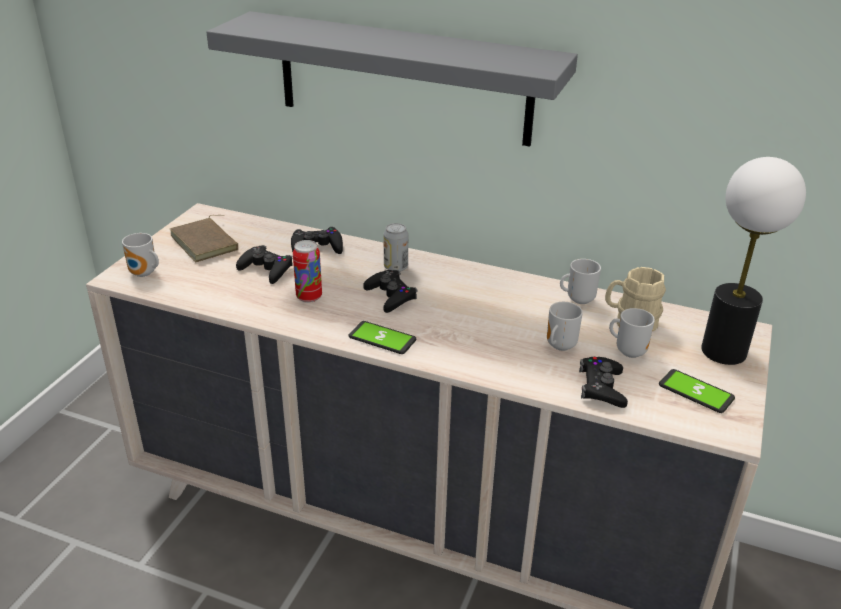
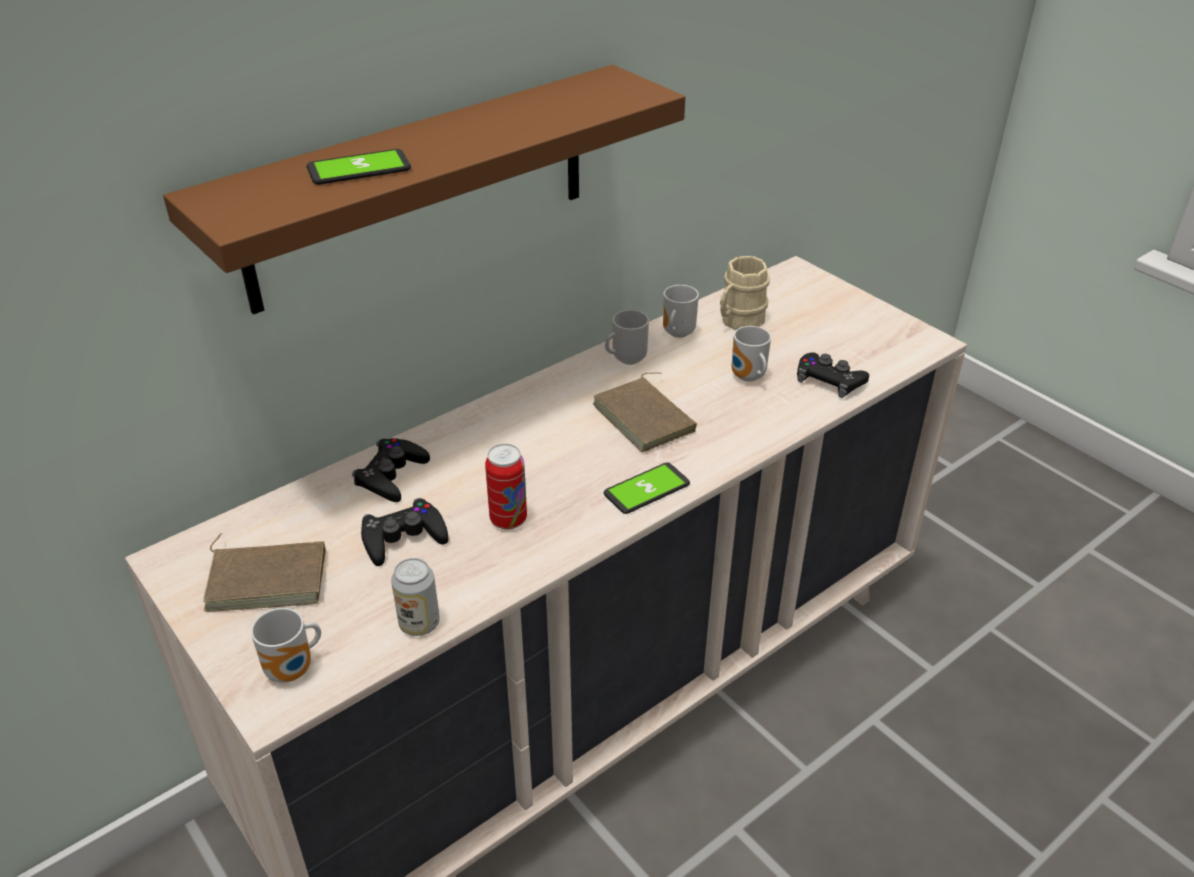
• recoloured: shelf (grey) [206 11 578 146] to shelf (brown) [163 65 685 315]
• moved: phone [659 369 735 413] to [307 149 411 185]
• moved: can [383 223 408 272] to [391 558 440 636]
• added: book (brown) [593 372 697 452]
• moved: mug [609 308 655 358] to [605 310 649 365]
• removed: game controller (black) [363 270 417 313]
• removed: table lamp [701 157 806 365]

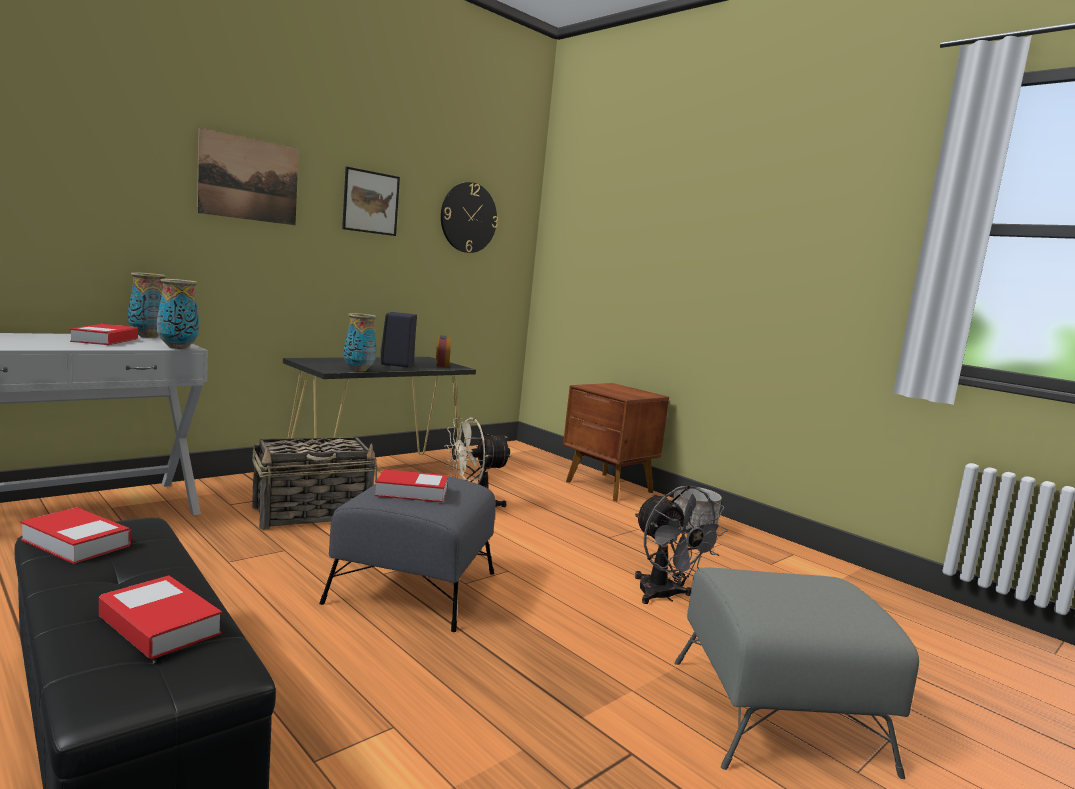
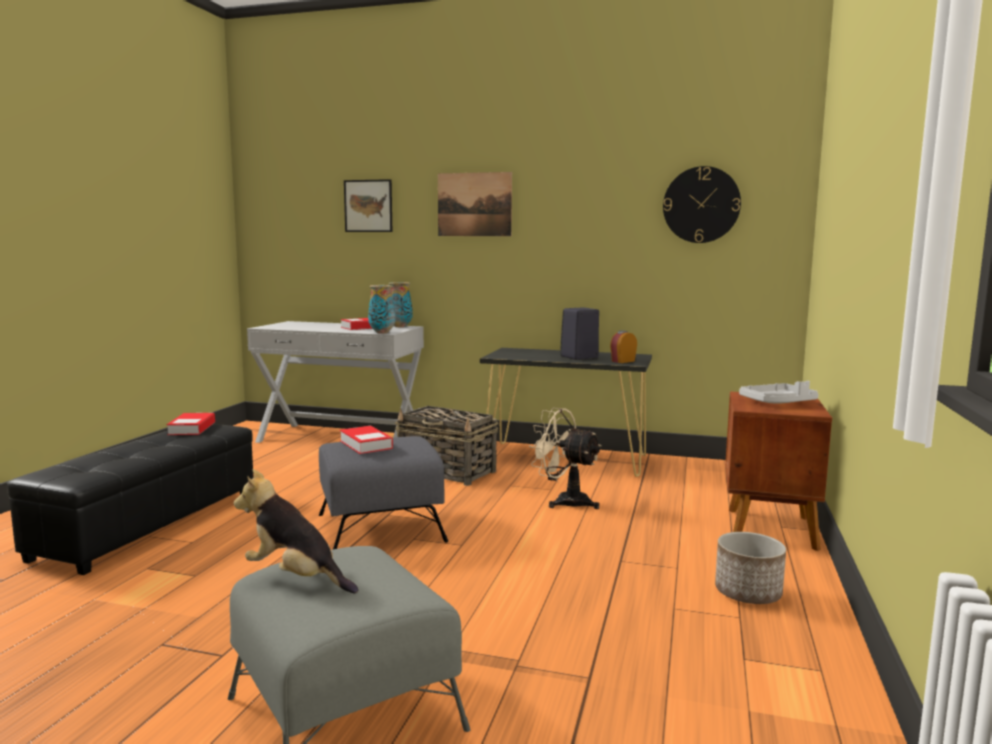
• added: plush toy [234 469 358 594]
• moved: picture [342 167 400 236] to [344 179 392 232]
• added: tray (grey) [739 381 819 404]
• removed: book [99 575 222 659]
• removed: vase [344 313 377 371]
• removed: fan (grey) [635 485 728 604]

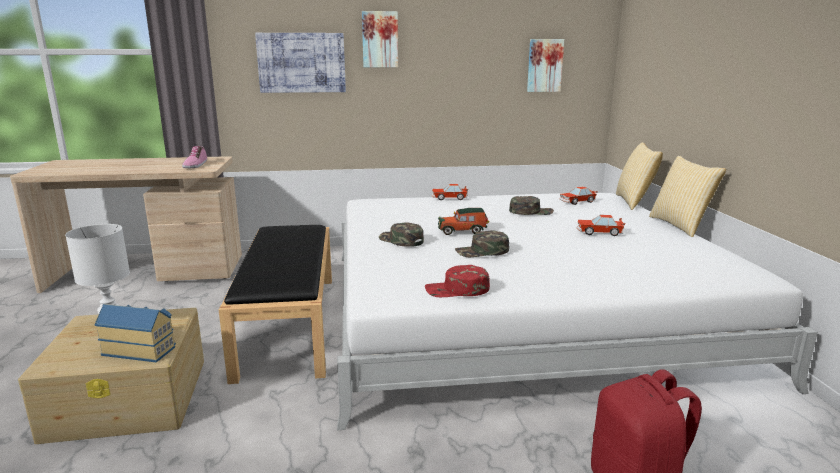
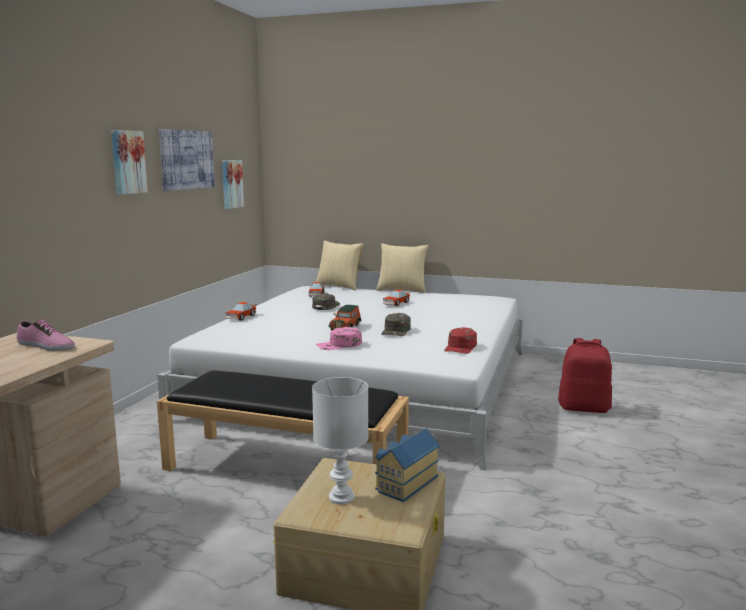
• moved: picture [255 33 346 93] to [159 129 215 191]
• recoloured: cap (green) [379 222 424 247] to cap (pink) [316 327 362 350]

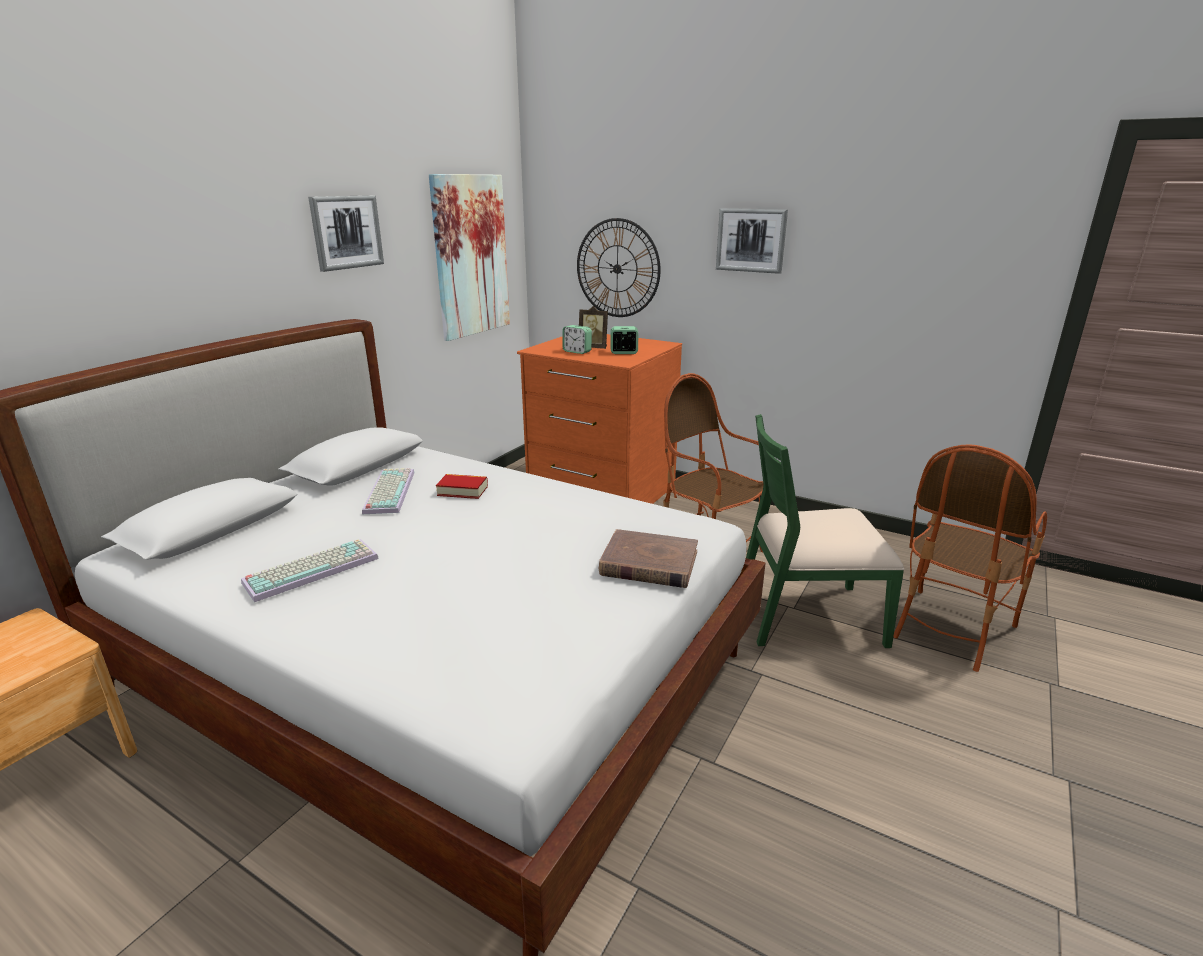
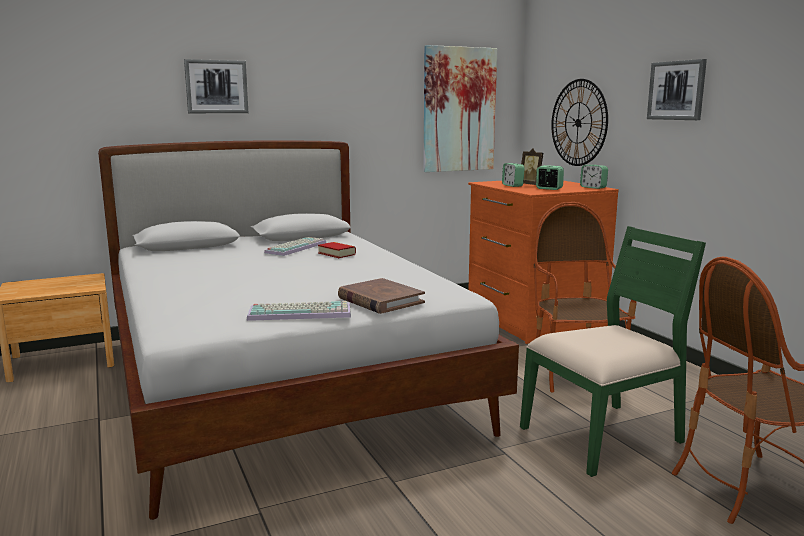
• moved: picture [308 195 384 272] to [184 59 248 113]
• moved: keyboard [241 539 379 602] to [247 301 351 321]
• turned: chair (green) [746 414 905 648] = [520 226 706 477] 120 degrees clockwise
• added: alarm clock [580 165 608 189]

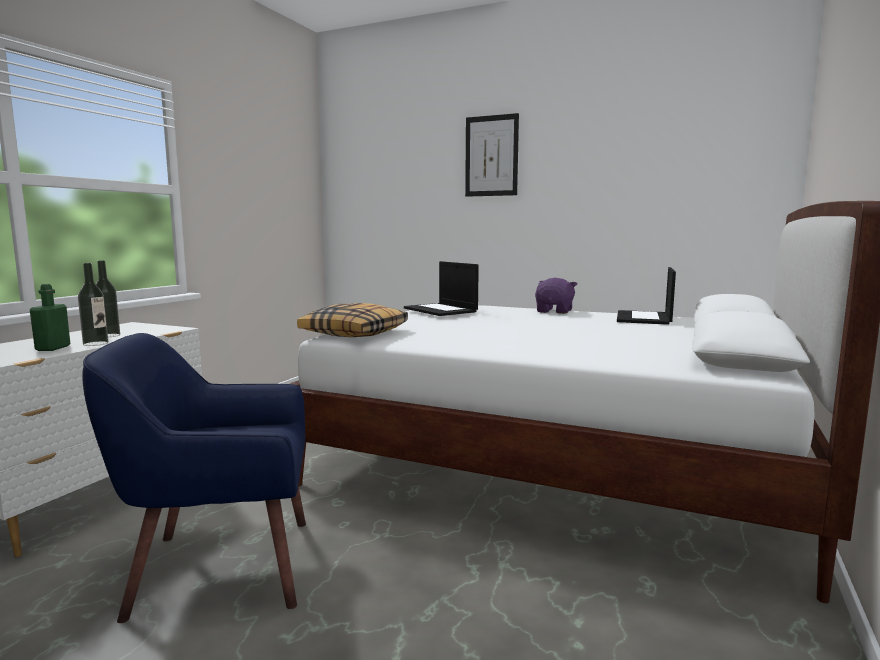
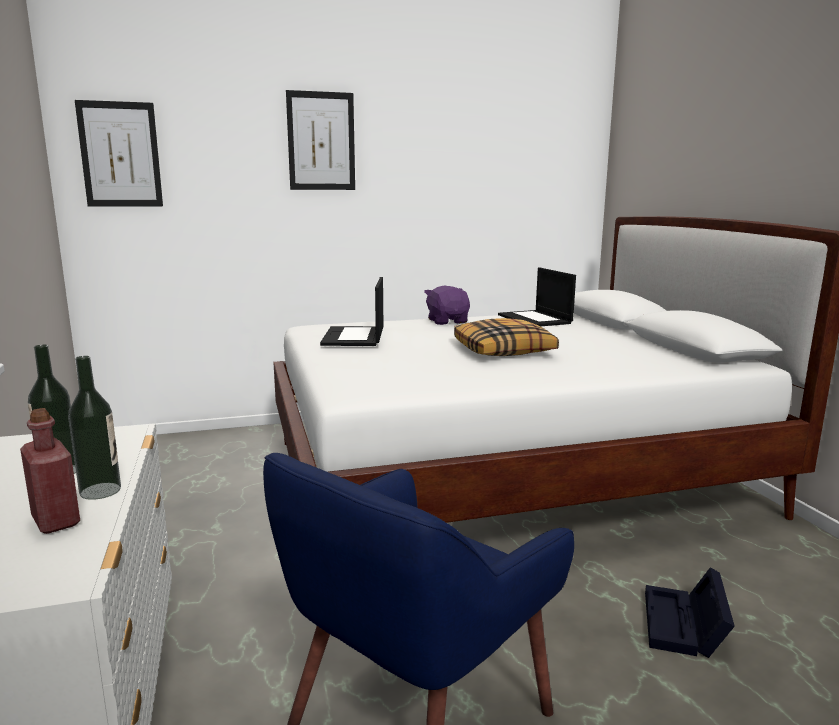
• recoloured: bottle (green) [30 284 70 351] to bottle (red) [20 408 80 534]
• added: picture [75 100 163 207]
• turned: laptop [404 261 479 316] = [320 277 383 346] 75 degrees clockwise
• moved: pillow [297 303 408 337] to [454 318 559 356]
• added: storage box (black) [645 567 735 658]

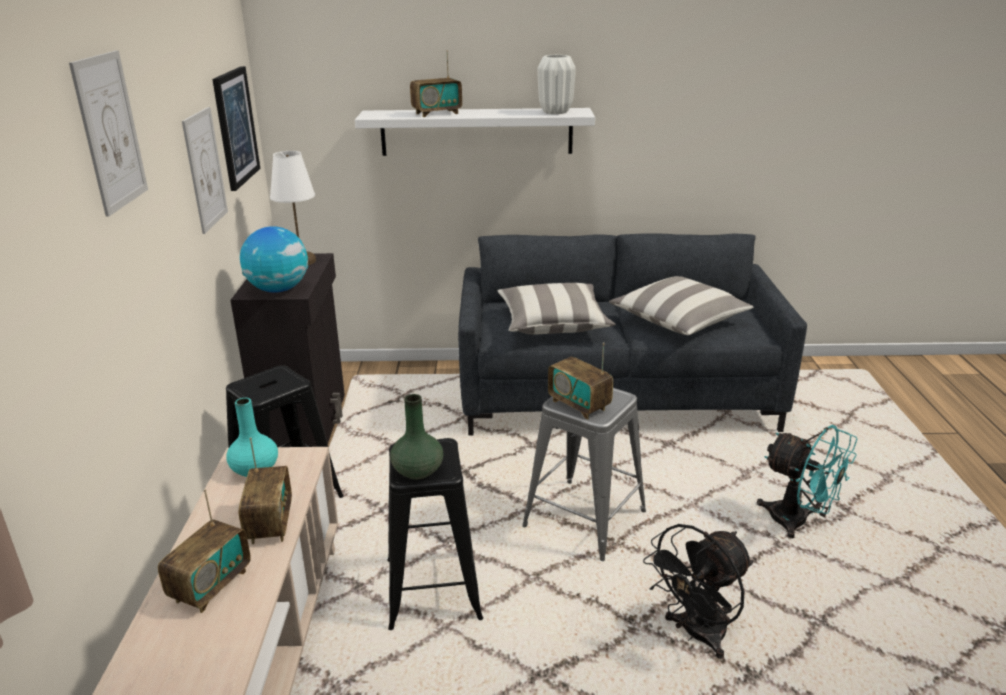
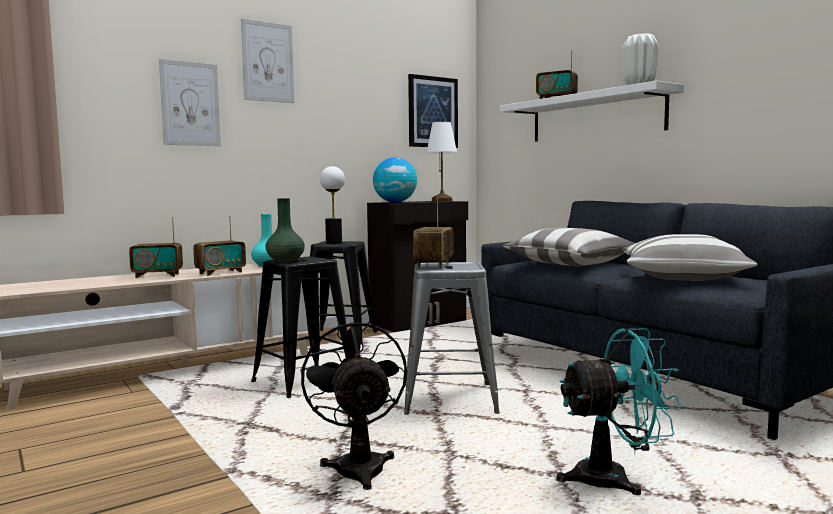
• moved: picture [182 107 228 234] to [159 59 221 146]
• turned: fan (black) [643 524 753 659] = [300 321 407 490] 60 degrees clockwise
• added: table lamp [320 166 345 244]
• turned: fan (turquoise) [757 425 857 538] = [556 328 682 495] 105 degrees counterclockwise

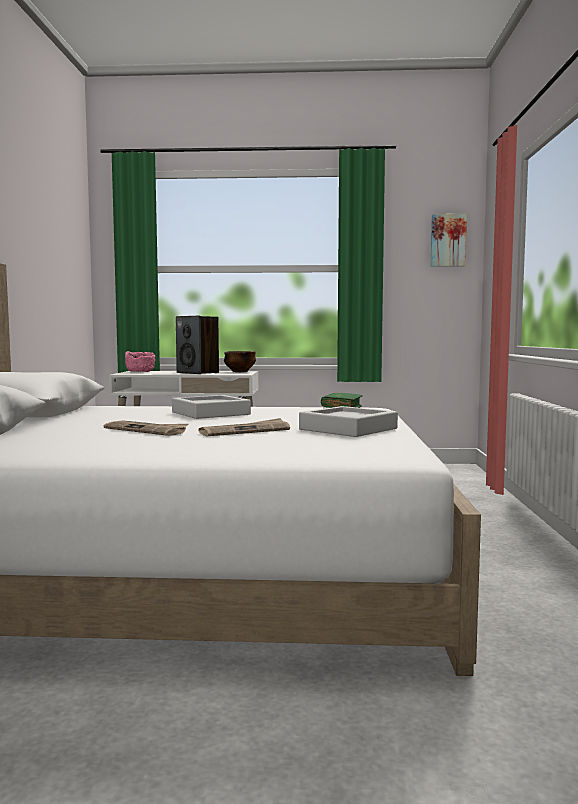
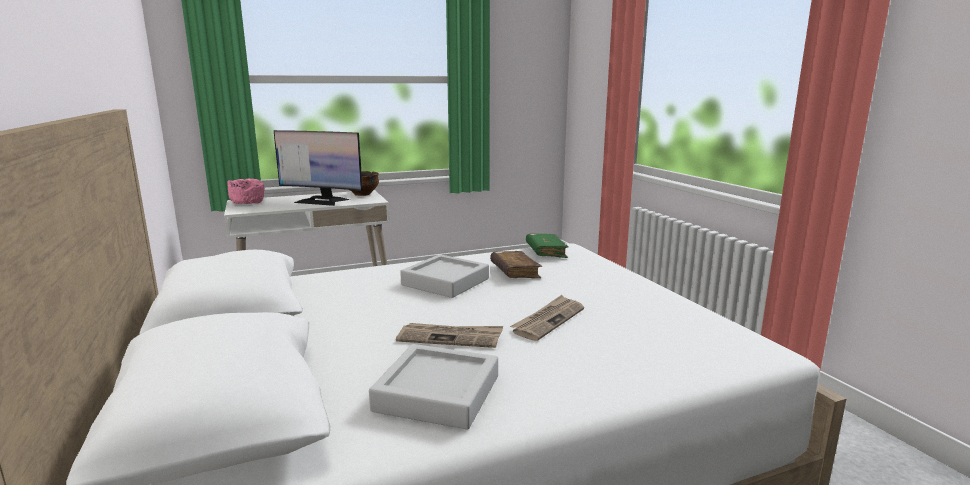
• replaced: speaker [176 316 219 374] to monitor [274 130 363 206]
• moved: tray (grey) [299 406 398 437] to [369 344 498 430]
• added: book (brown) [490 251 542 279]
• removed: picture [431 214 467 267]

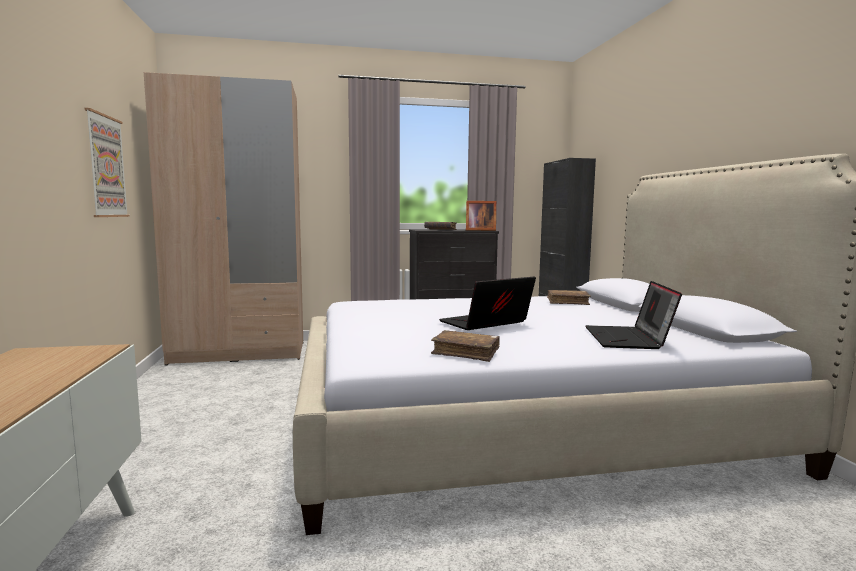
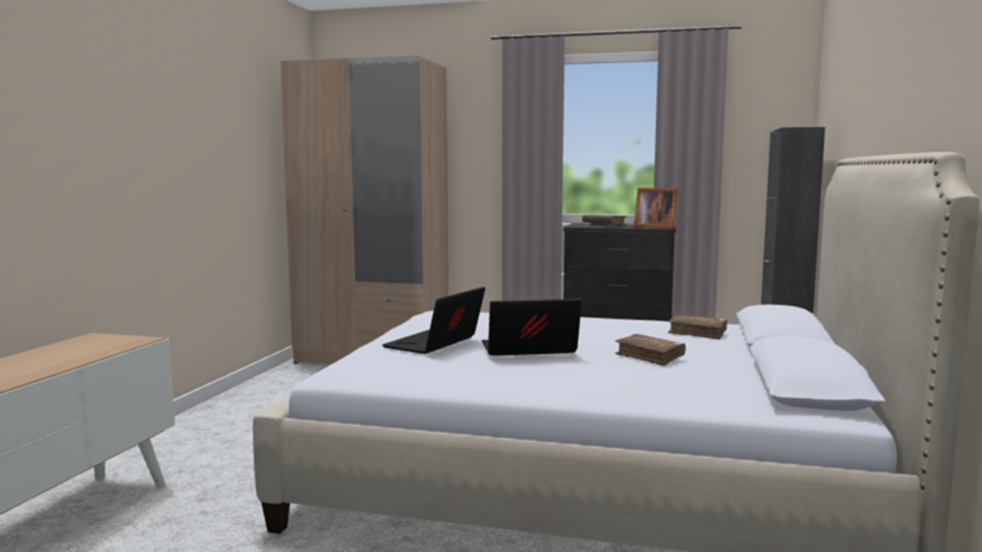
• moved: laptop [585 281 682 349] to [382 287 485 354]
• moved: book (brown) [431 330 500 362] to [615 334 686 366]
• removed: picture [85 108 130 217]

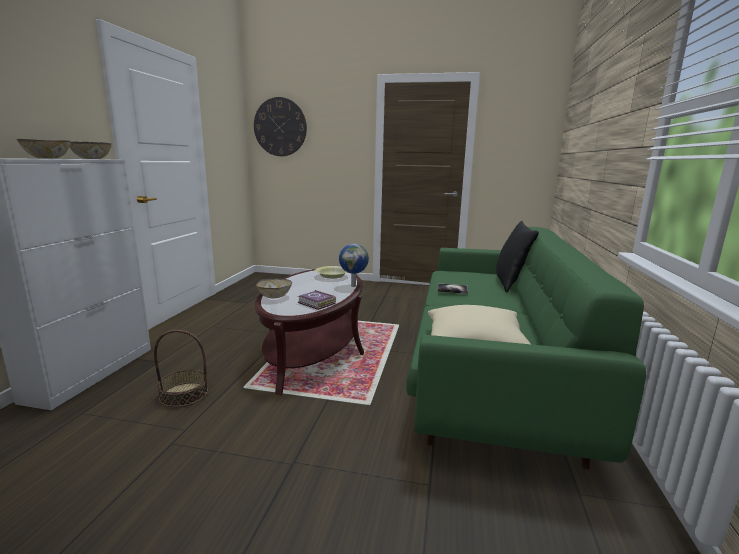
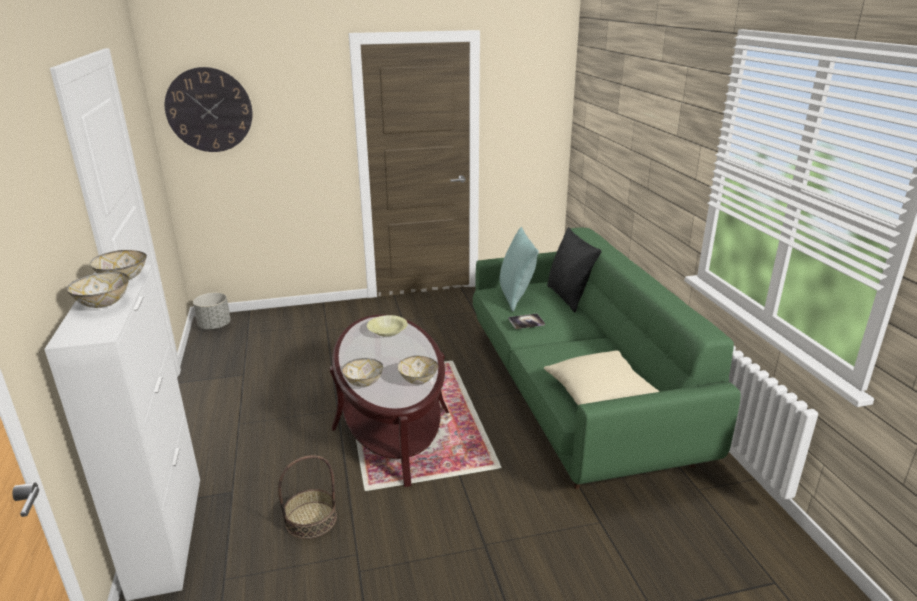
• added: planter (grey) [193 293 231 330]
• replaced: book [298 290 336 310] to bowl [397 356 438 384]
• added: pillow (turquoise) [500 226 539 312]
• removed: globe [339 244 369 287]

